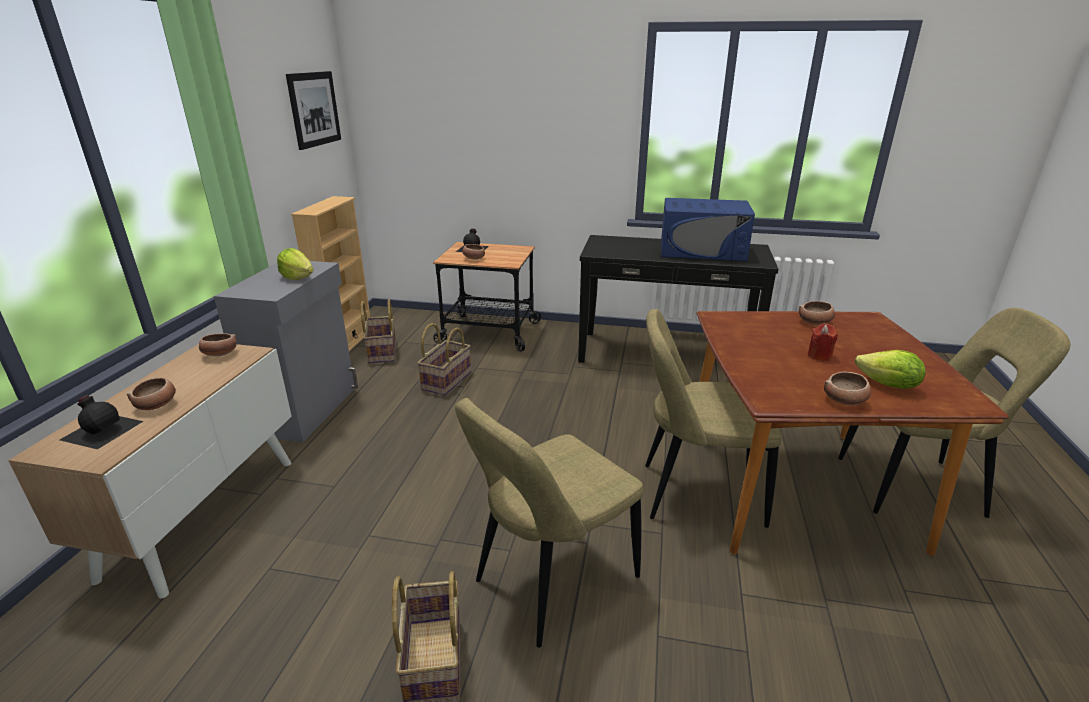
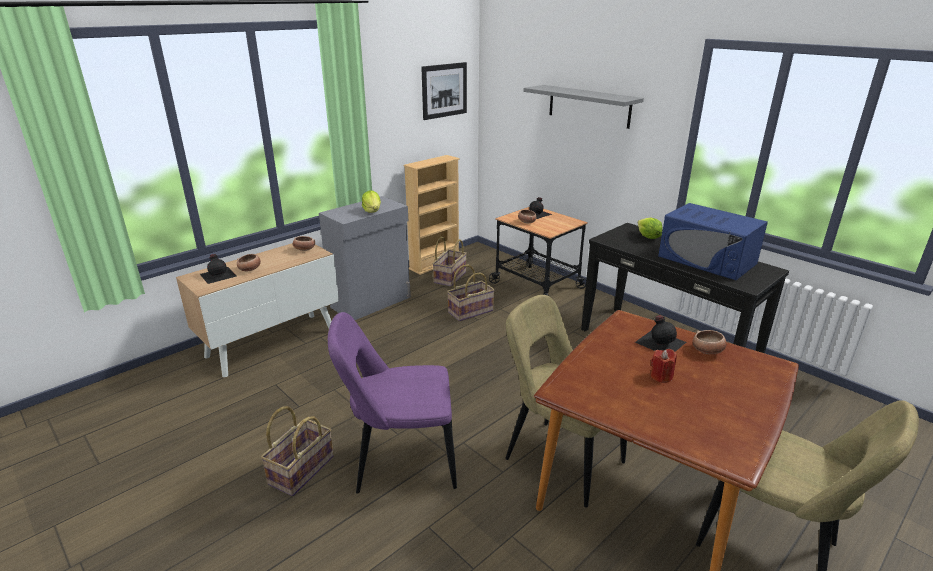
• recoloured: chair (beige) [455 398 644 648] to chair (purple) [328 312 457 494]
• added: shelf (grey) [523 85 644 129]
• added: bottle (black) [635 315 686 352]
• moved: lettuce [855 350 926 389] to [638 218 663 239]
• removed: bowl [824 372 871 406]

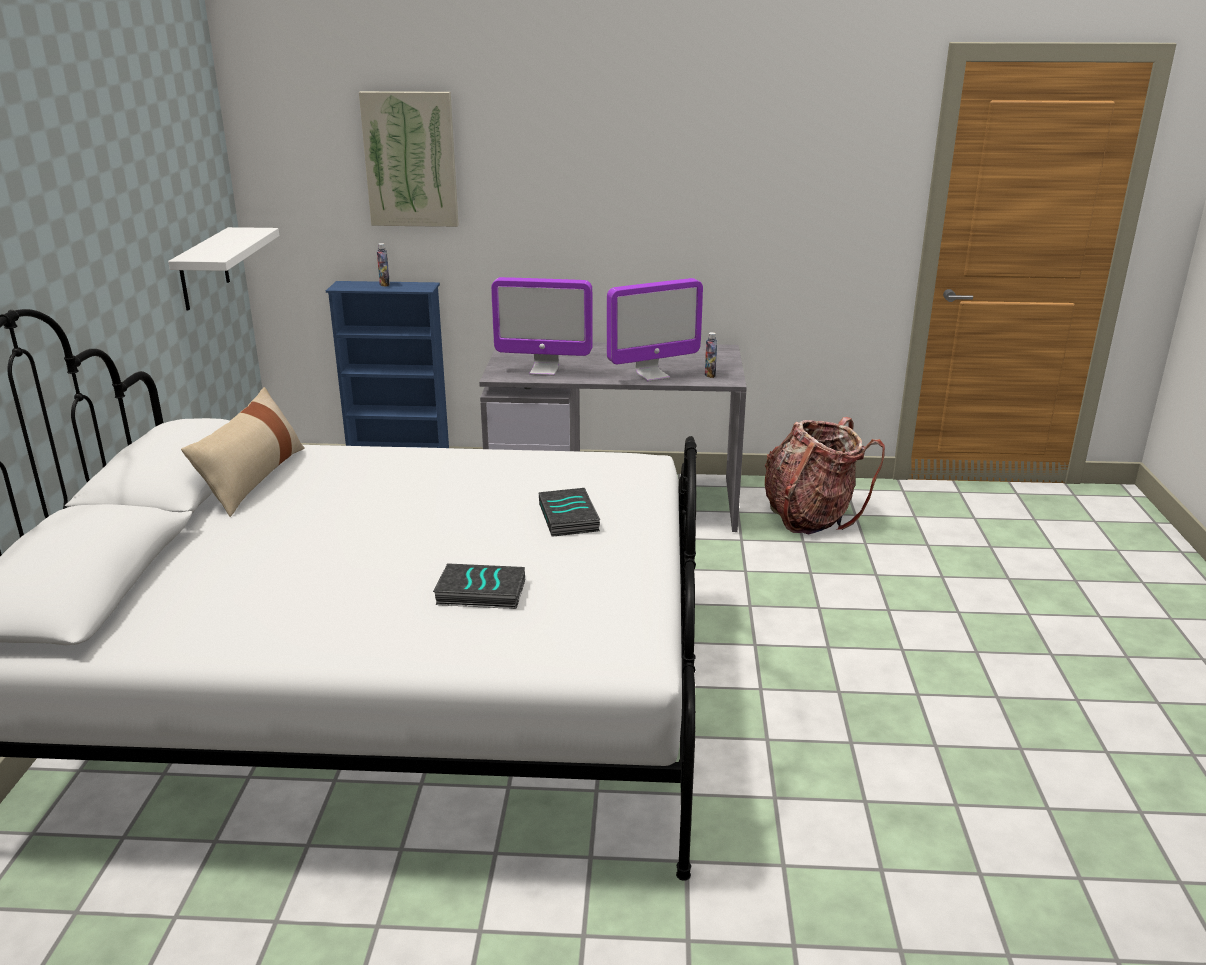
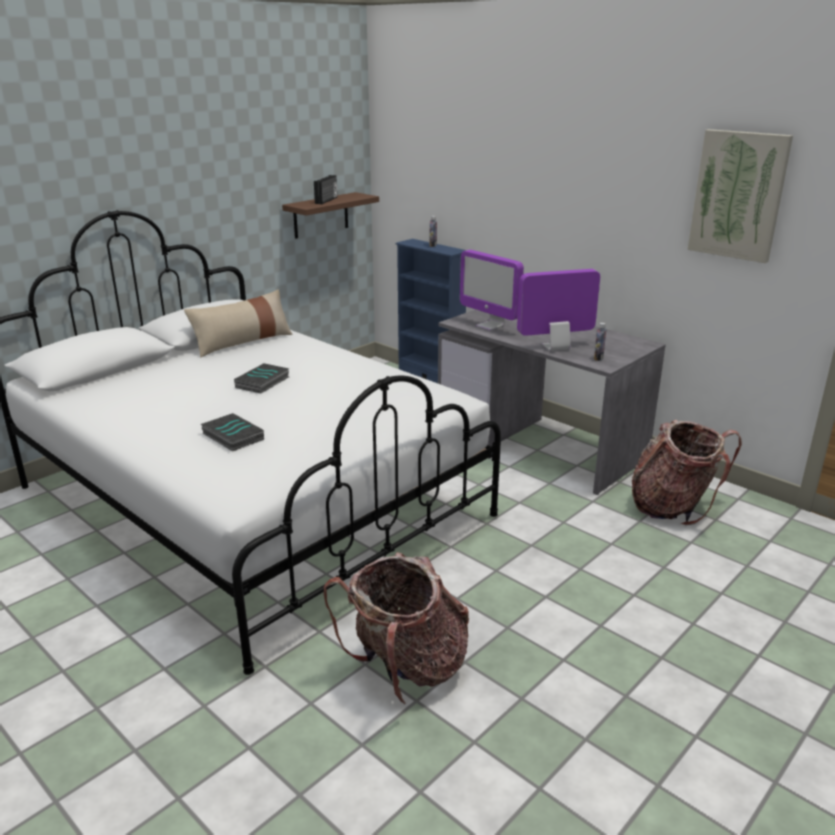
• moved: book [539 488 600 537] to [234 363 289 393]
• recoloured: shelf (white) [168 227 279 311] to shelf (brown) [282 192 379 239]
• added: radio [314 175 337 204]
• added: backpack [324 552 469 705]
• turned: monitor [607 278 703 382] = [517 269 600 351] 150 degrees clockwise
• moved: picture [359 91 458 227] to [688 129 793 263]

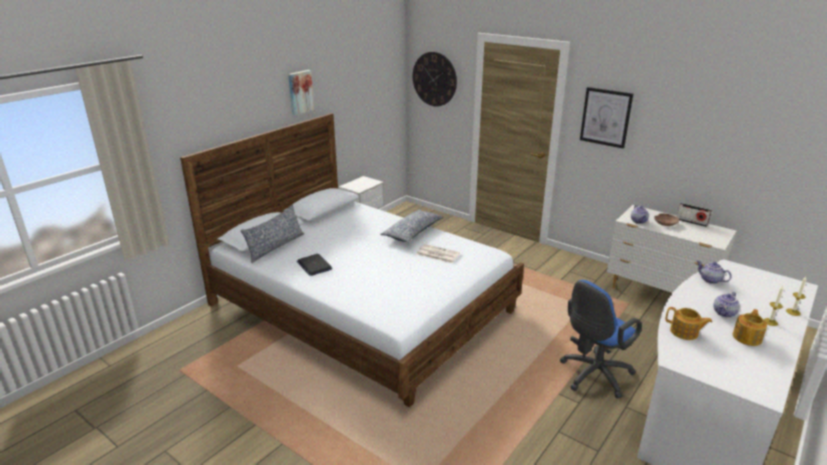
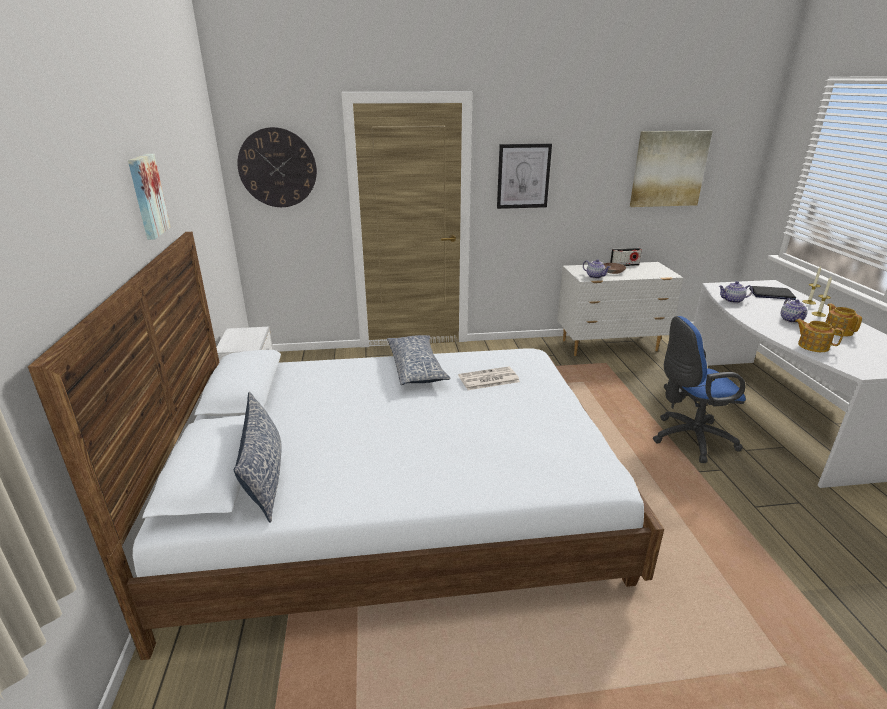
• added: picture [630 130 712 207]
• turned: office chair (blue) [560 280 642 398] = [653 316 746 463] 75 degrees clockwise
• moved: laptop [297 254 332 276] to [749 286 796 300]
• turned: teapot [665 307 712 340] = [795 319 844 352] 120 degrees counterclockwise

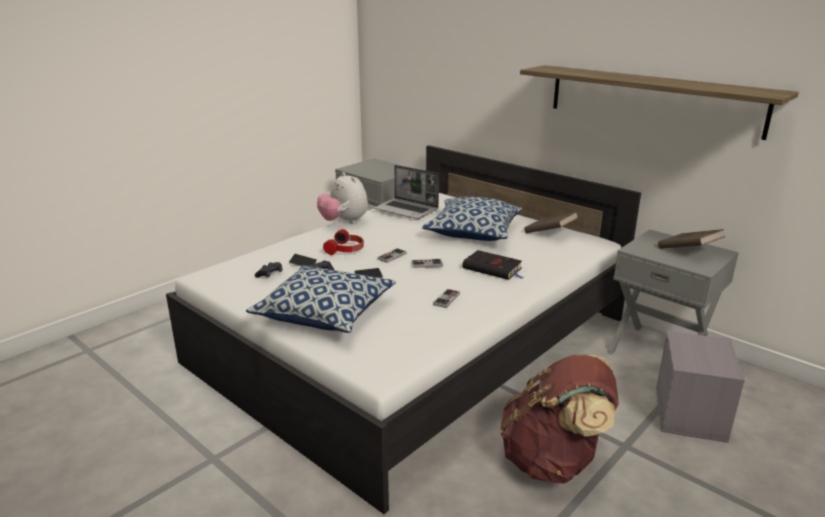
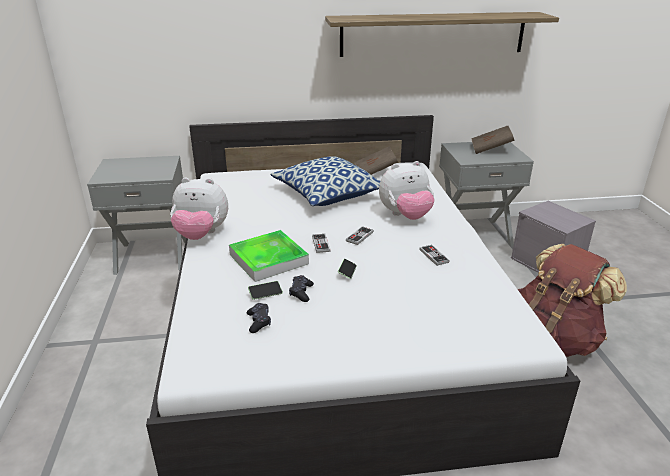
• replaced: headphones [323 229 364 255] to tray [229 230 309 282]
• replaced: book (black) [462 250 524 280] to plush toy [379 161 435 220]
• removed: pillow [246 265 396 333]
• removed: laptop [374 165 439 219]

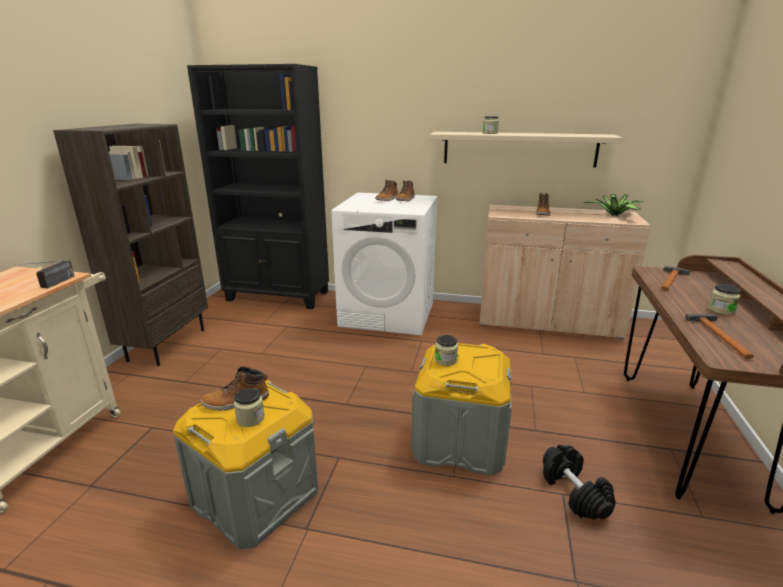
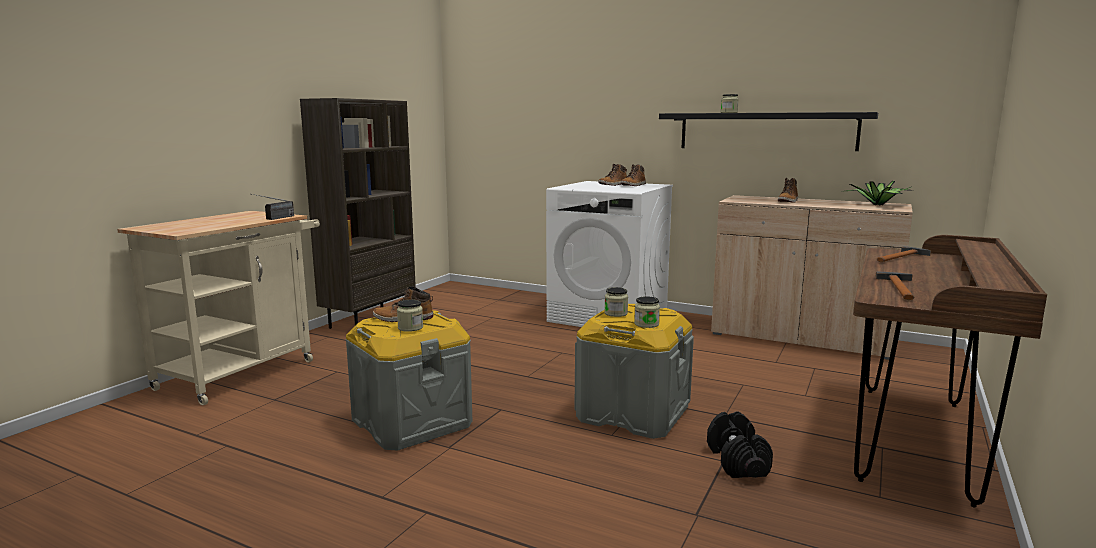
• moved: jar [708 284 740 315] to [634 296 660 328]
• recoloured: shelf (beige) [429 132 623 168] to shelf (black) [659 112 878 151]
• removed: bookcase (black) [187 64 329 309]

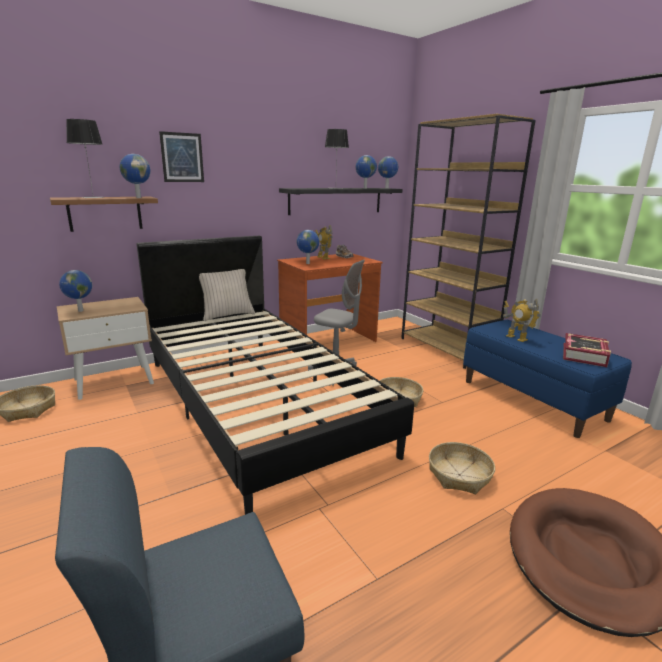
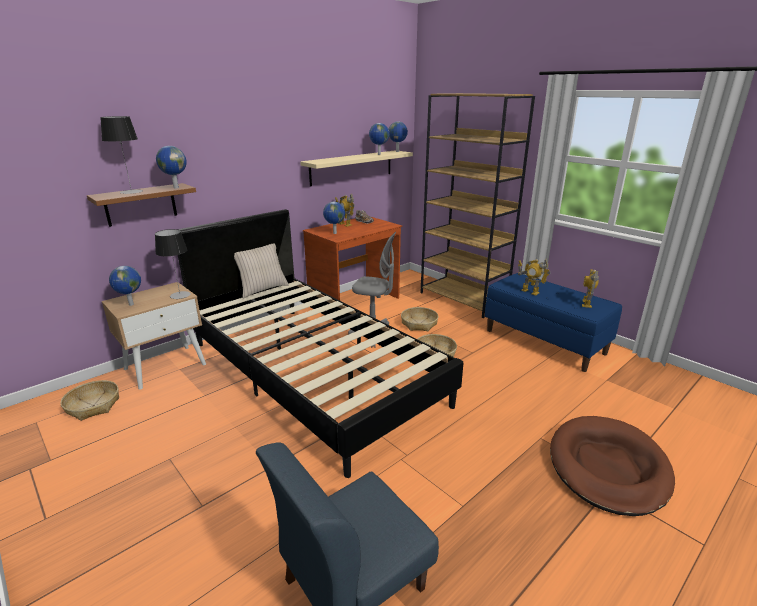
• moved: table lamp [325 129 349 189] to [155 229 191 299]
• recoloured: shelf (black) [279 188 403 215] to shelf (beige) [300 150 413 187]
• moved: basket [429 442 495 494] to [401 307 439 331]
• replaced: book [563 333 611 367] to toy robot [582 269 599 308]
• removed: picture [159 131 204 182]

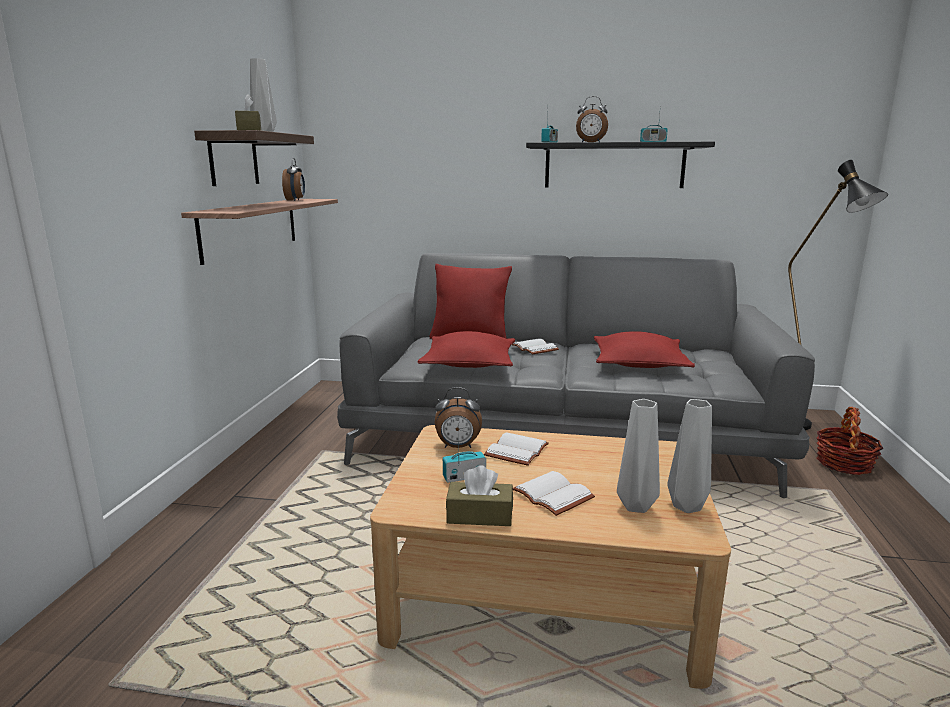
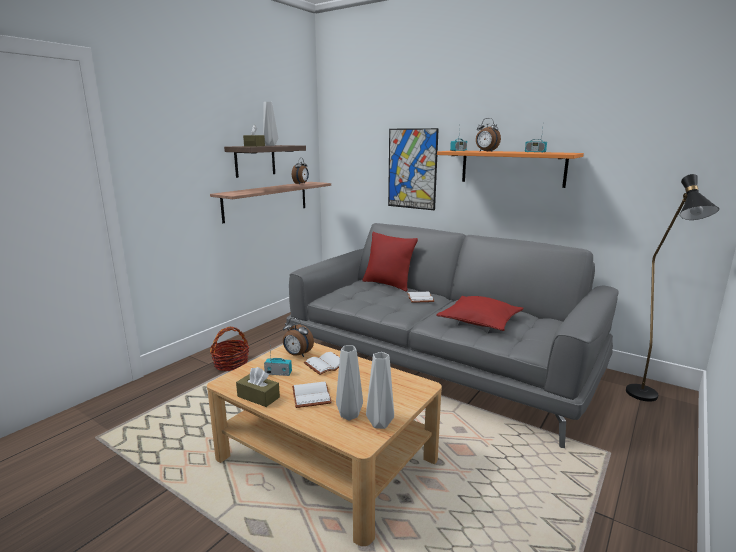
• moved: basket [817 407 883 475] to [210 327 249 371]
• added: picture [388 128 439 210]
• recoloured: shelf (black) [526 142 715 188] to shelf (orange) [437 151 584 188]
• removed: pillow (red) [418 331 515 368]

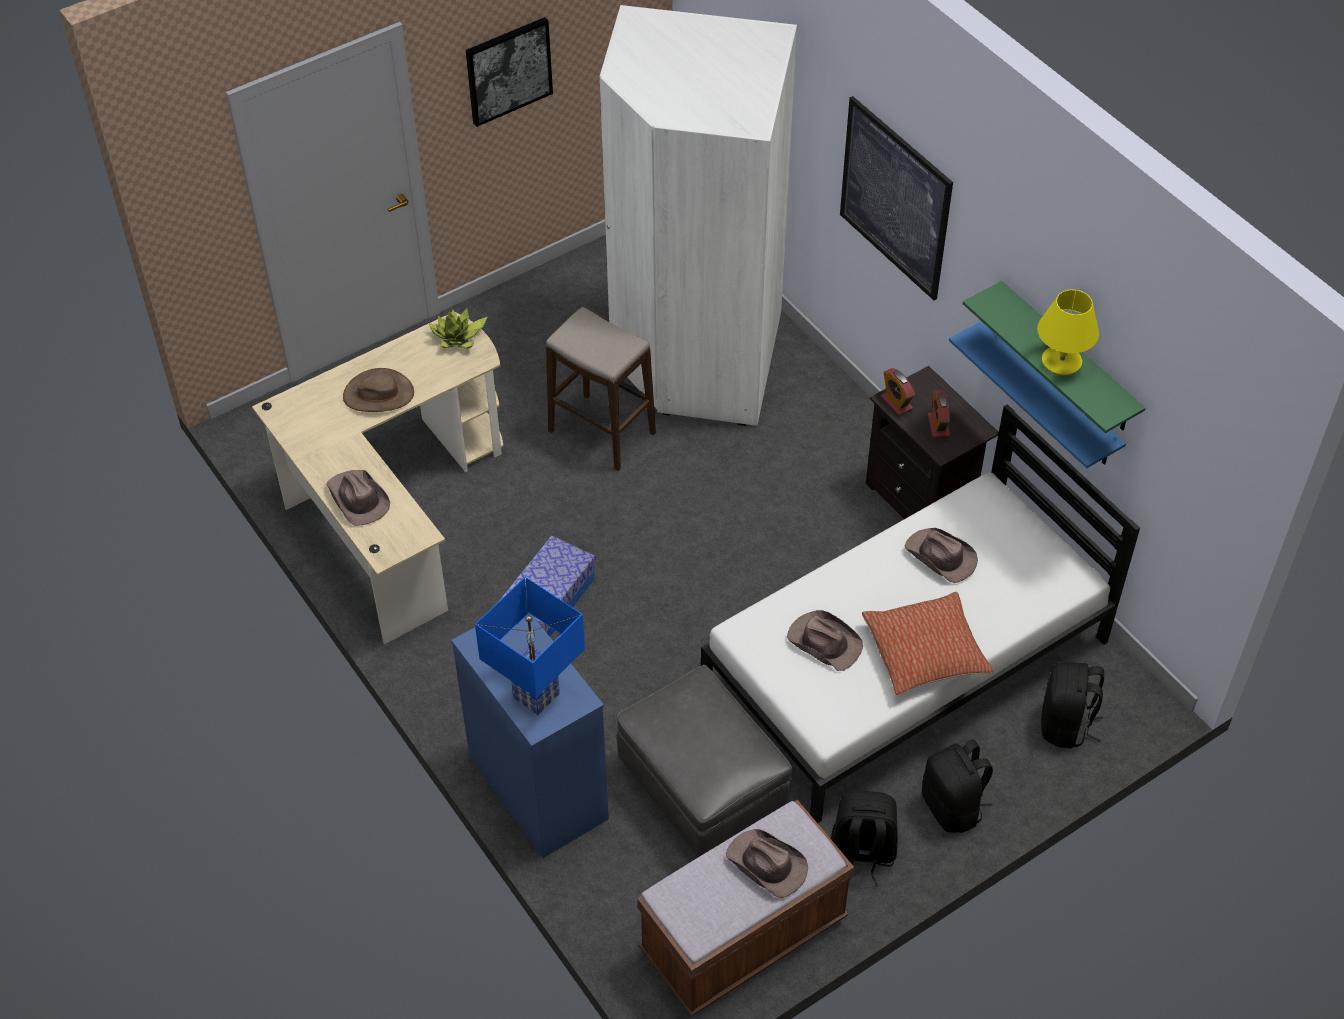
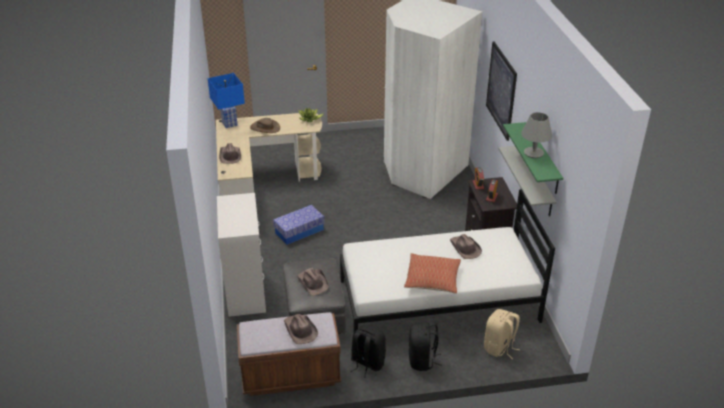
• moved: table lamp (blue) [475 577 585 715] to [208 73 245 128]
• recoloured: dresser (blue) [451 614 609 858] to dresser (white) [217 193 266 317]
• moved: hat (brown) [787 610 863 671] to [297 268 329 296]
• recoloured: backpack (black) [1041 662 1104 748] to backpack (beige) [484 309 520 359]
• recoloured: shelf (blue) [949 321 1126 468] to shelf (grey) [498 146 557 217]
• recoloured: table lamp (yellow) [1037 289 1099 376] to table lamp (grey) [521 112 552 158]
• removed: picture [466 17 553 127]
• removed: stool [546 307 656 471]

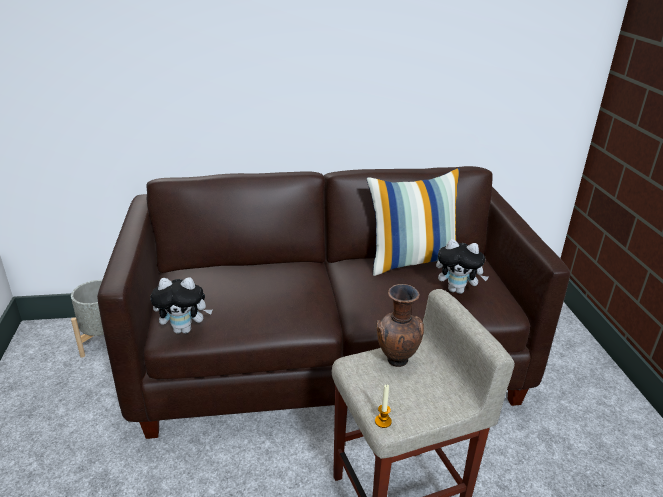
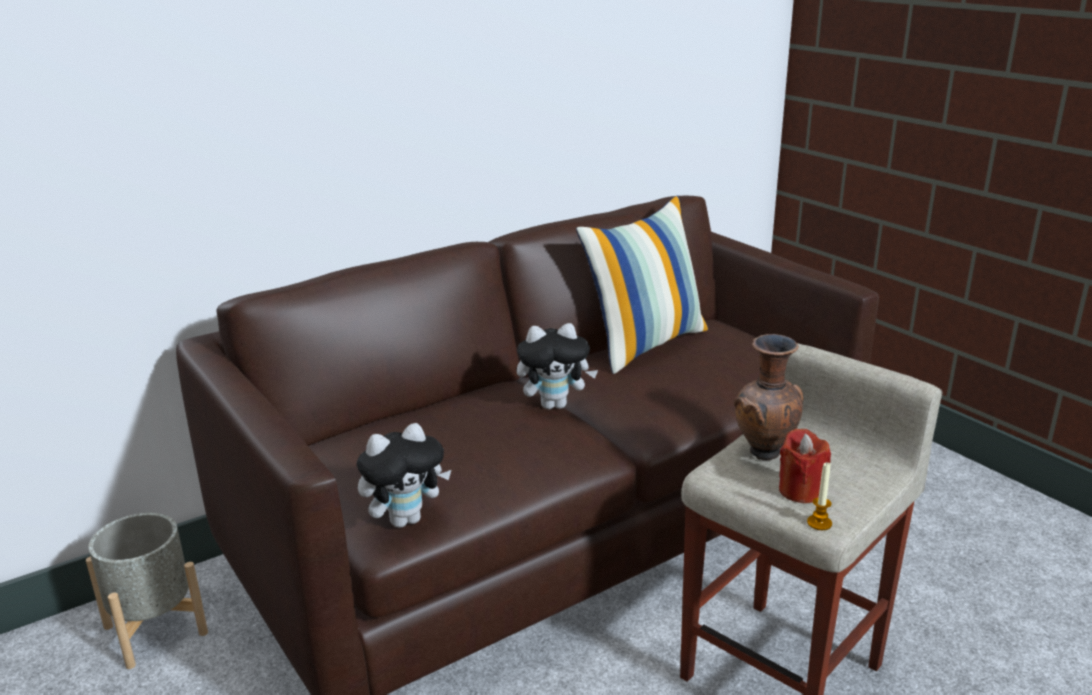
• moved: plush toy [436 239 489 294] to [517 323 598 409]
• added: candle (red) [779 429 831 503]

